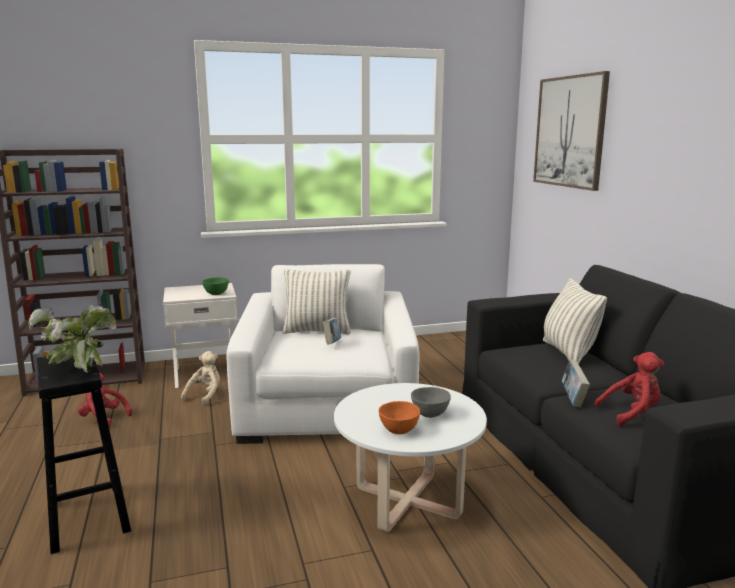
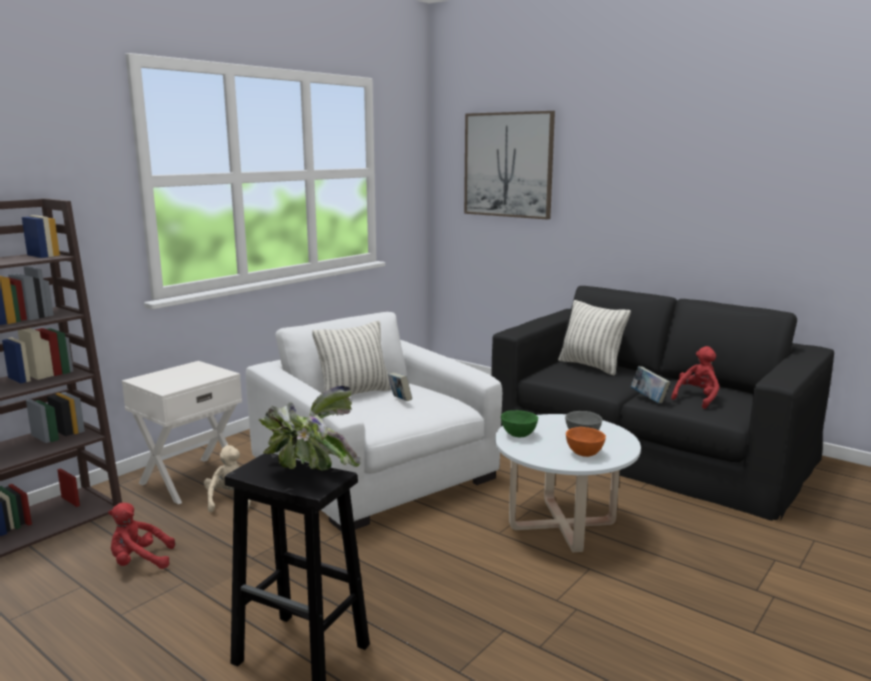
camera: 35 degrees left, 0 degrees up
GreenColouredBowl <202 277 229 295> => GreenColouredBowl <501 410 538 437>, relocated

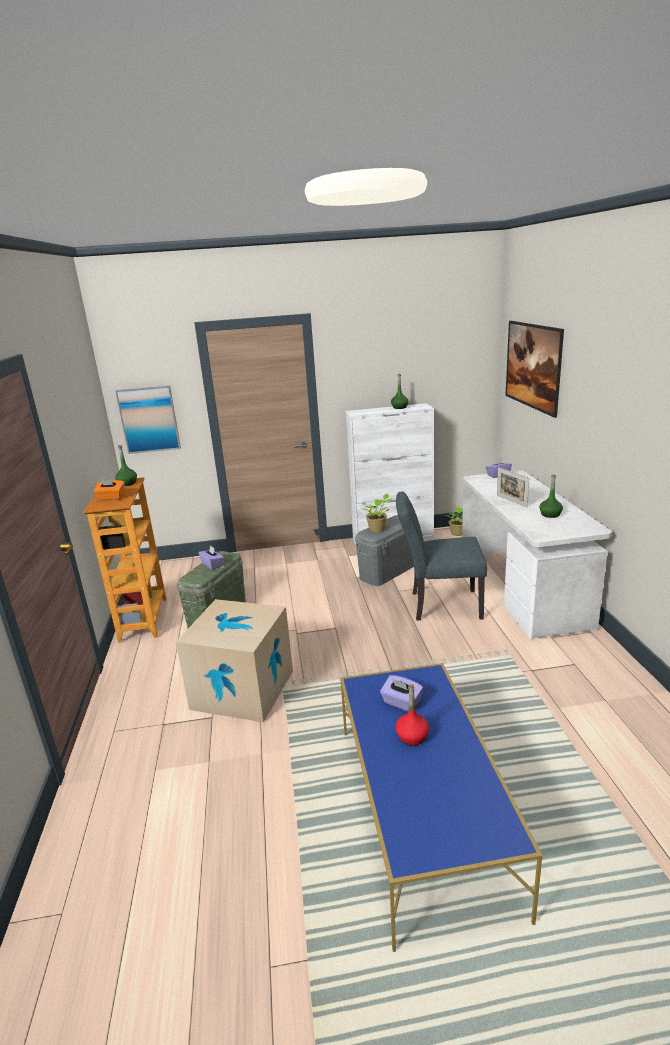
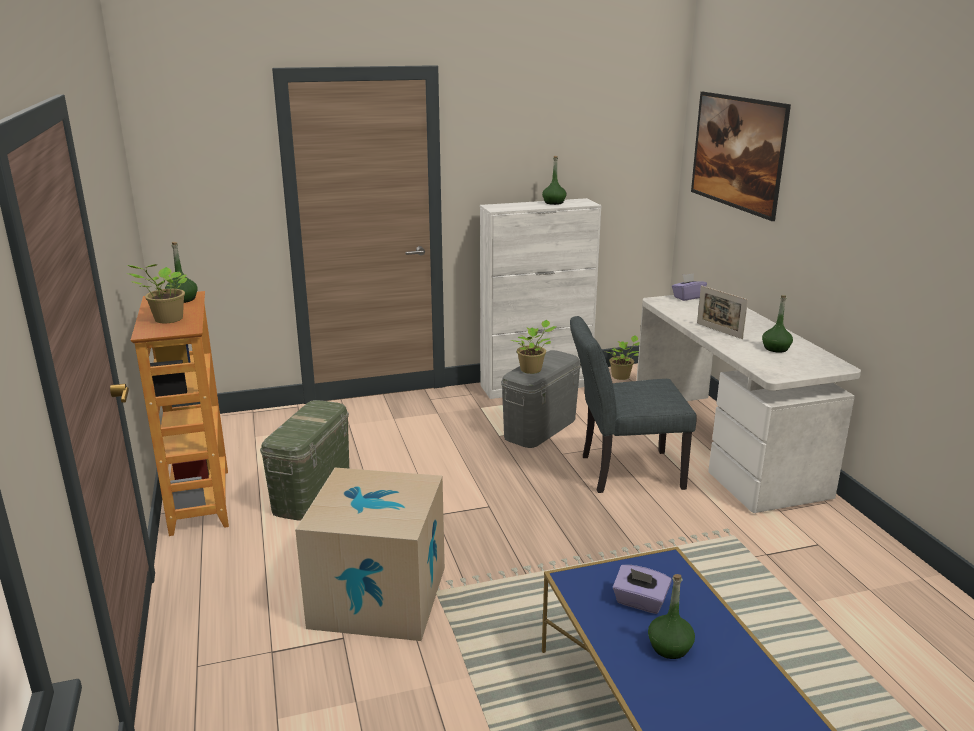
camera: 10 degrees left, 0 degrees up
Picture <115 385 181 454> => nothing
PurplishBoxOfTissues <199 545 224 570> => nothing
OrangeBoxOfTissues <93 479 125 500> => PottedPlant <126 264 187 323>
RedBeverageBottle <395 684 429 746> => GreenColouredBeverageBottle <648 574 695 659>

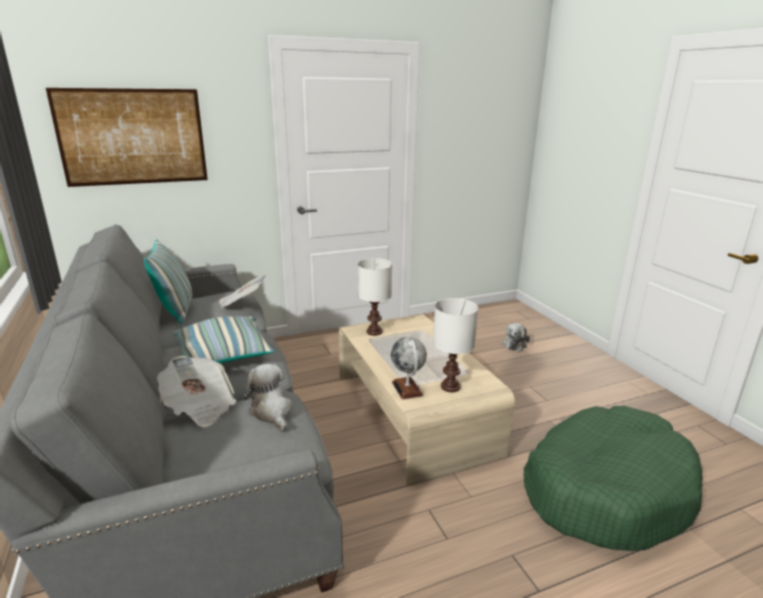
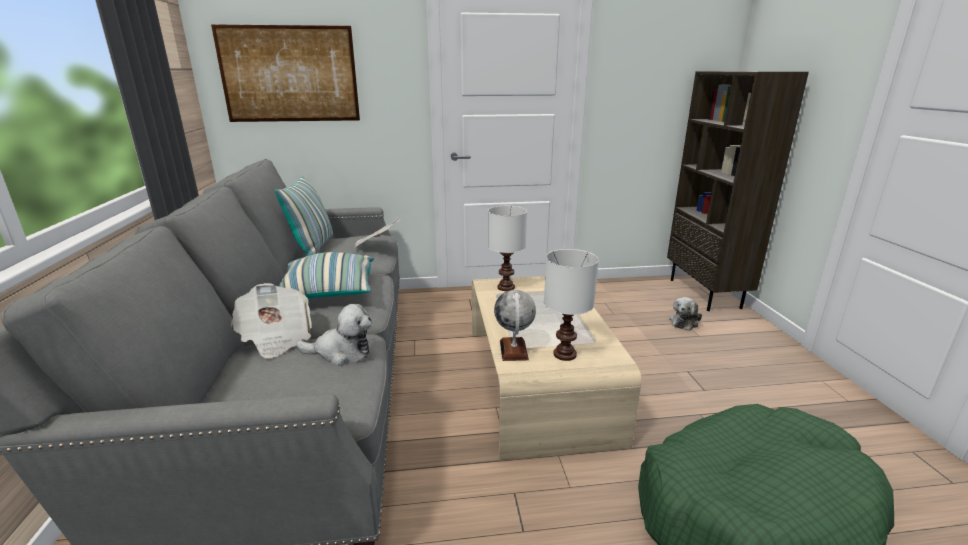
camera: 15 degrees right, 0 degrees up
nothing => BrownColouredBookcase <667 71 809 311>
PlushToy <243 364 292 431> => PlushToy <296 304 372 366>, 105 degrees clockwise

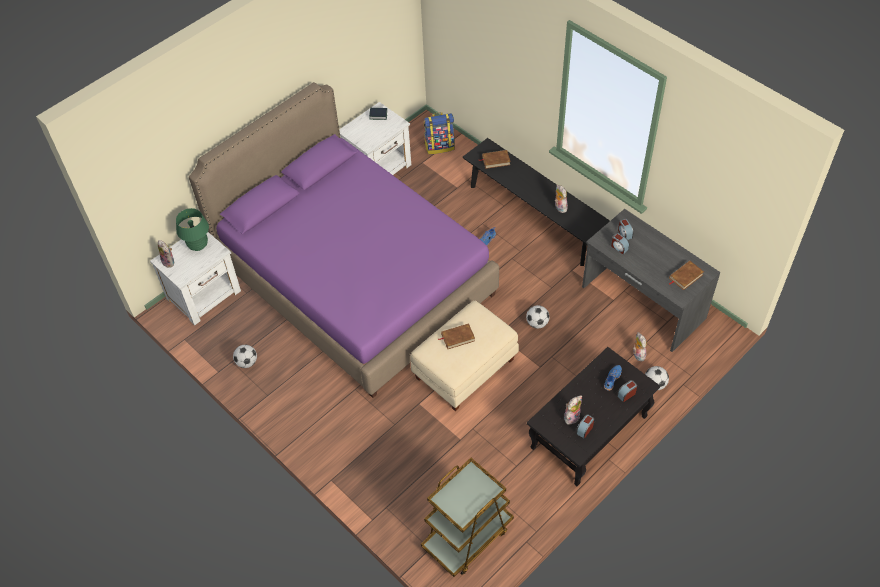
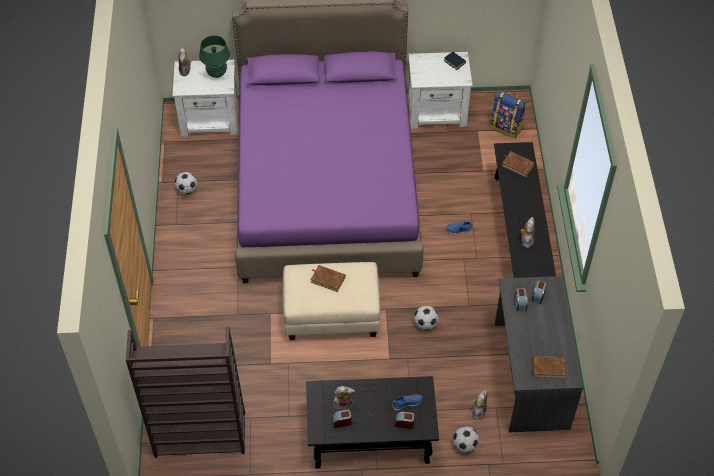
camera: 40 degrees right, 0 degrees up
BrownColouredCart <421 458 514 577> => BrownColouredBookcase <126 326 245 458>

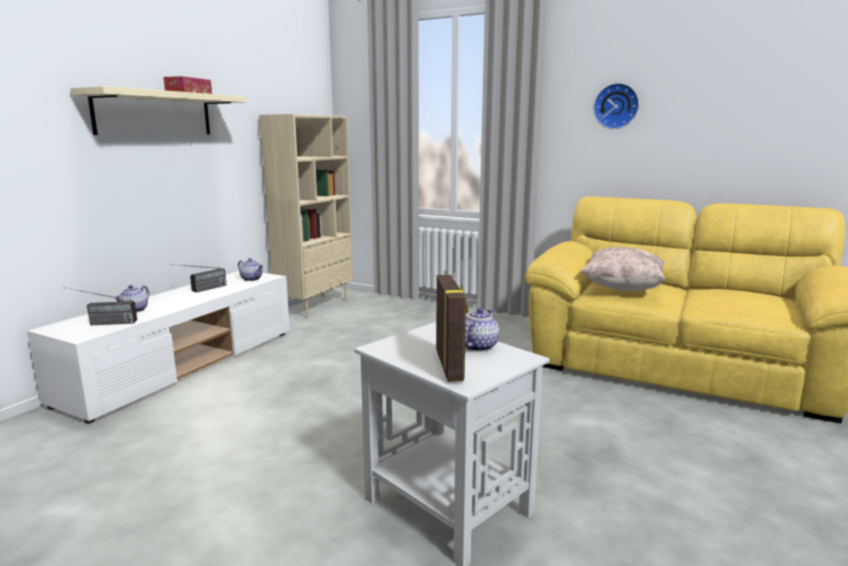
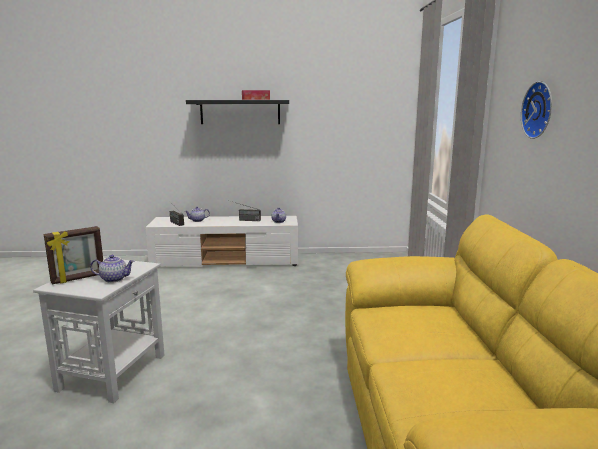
camera: 60 degrees right, 0 degrees up
BeigeColouredBookcase <259 114 353 318> => nothing
BeigeColouredThrowPillow <581 247 665 291> => nothing
BeigeColouredShelf <70 86 247 135> => BlackColouredShelf <186 100 289 124>

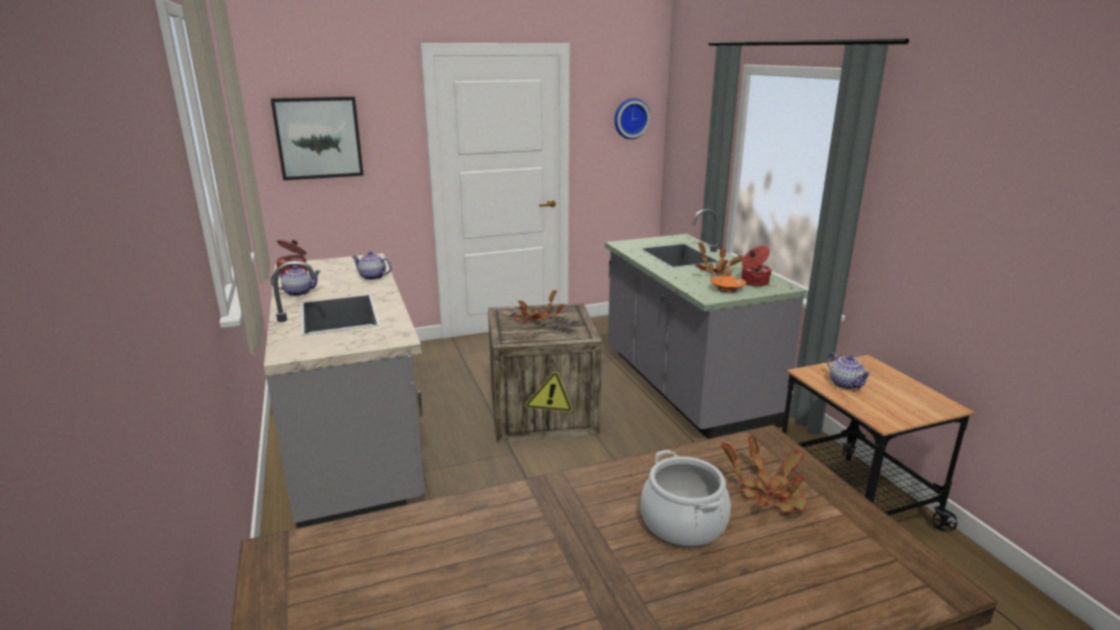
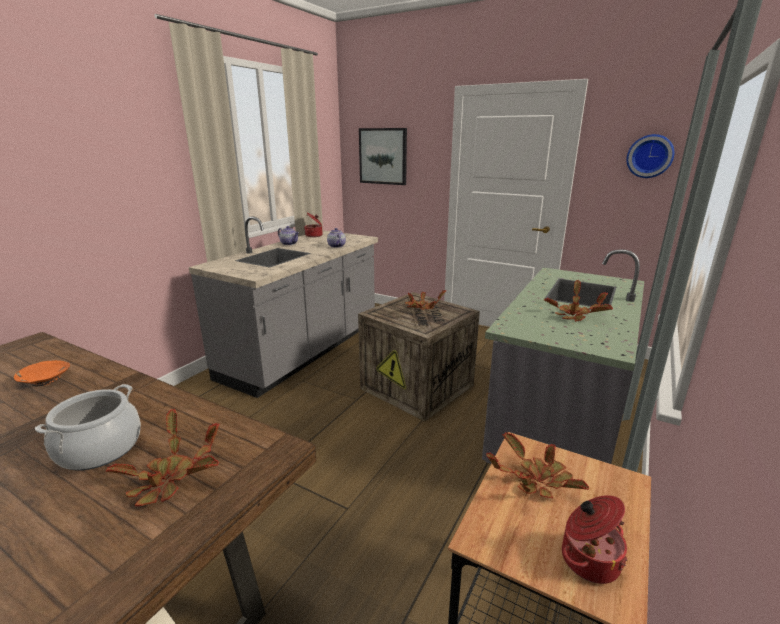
camera: 50 degrees right, 0 degrees up
OrangeBowl <710 276 746 293> => OrangeBowl <14 360 70 386>, relocated
Saucepot <741 246 772 287> => Saucepot <562 495 627 584>, relocated
TeaPot <827 353 872 389> => PottedPlant <486 432 589 498>

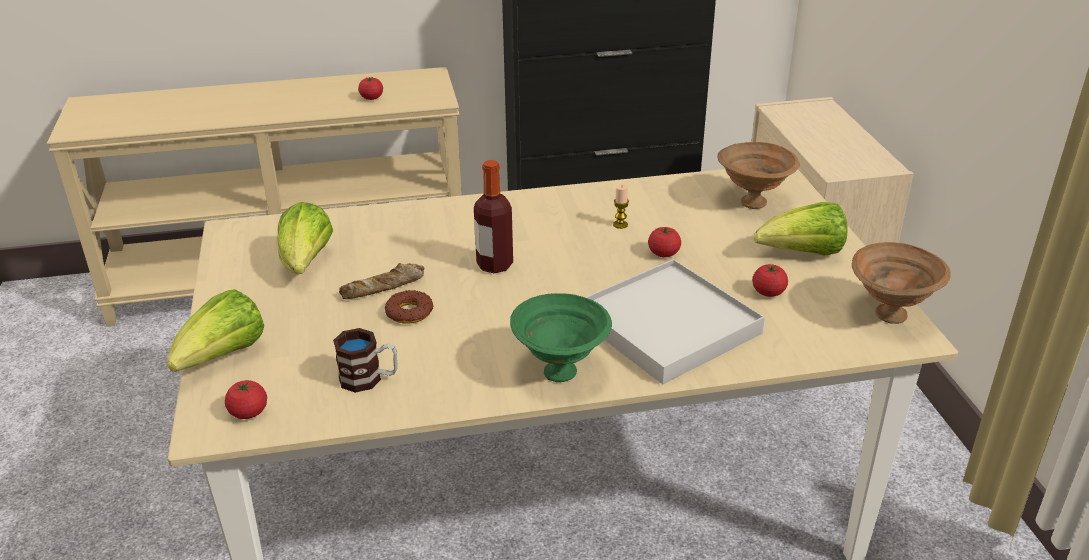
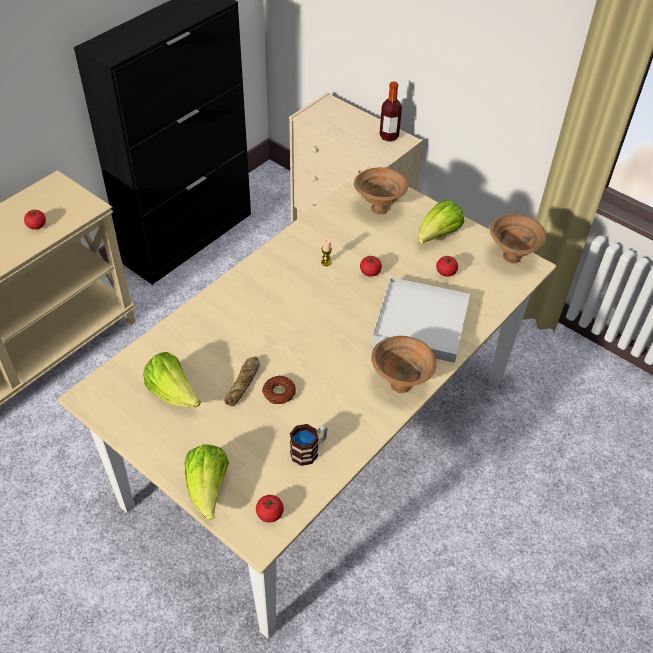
camera: 40 degrees left, 15 degrees up
BeverageBottle <474 160 513 273> => BeverageBottle <380 81 402 142>, relocated
GreenColouredBowl <510 293 612 382> => BrownColouredBowl <371 336 436 393>

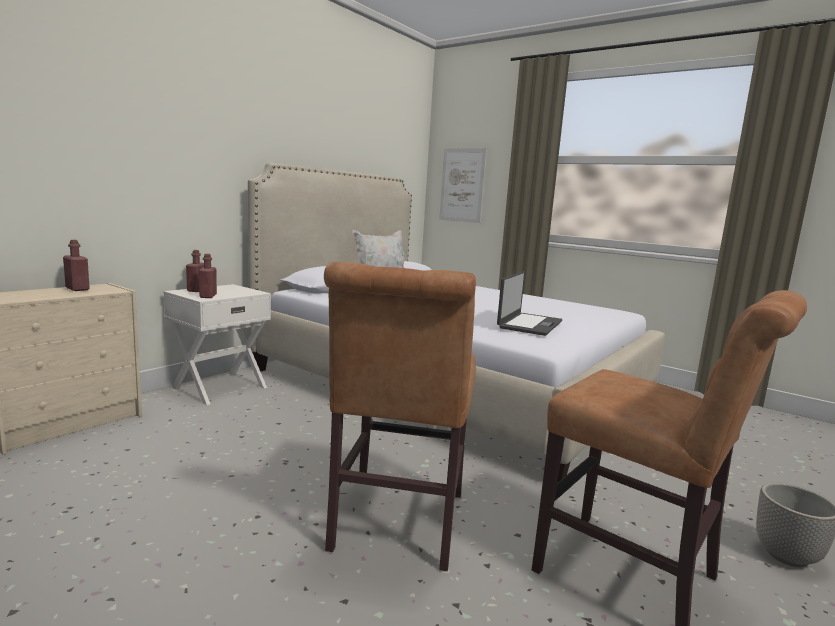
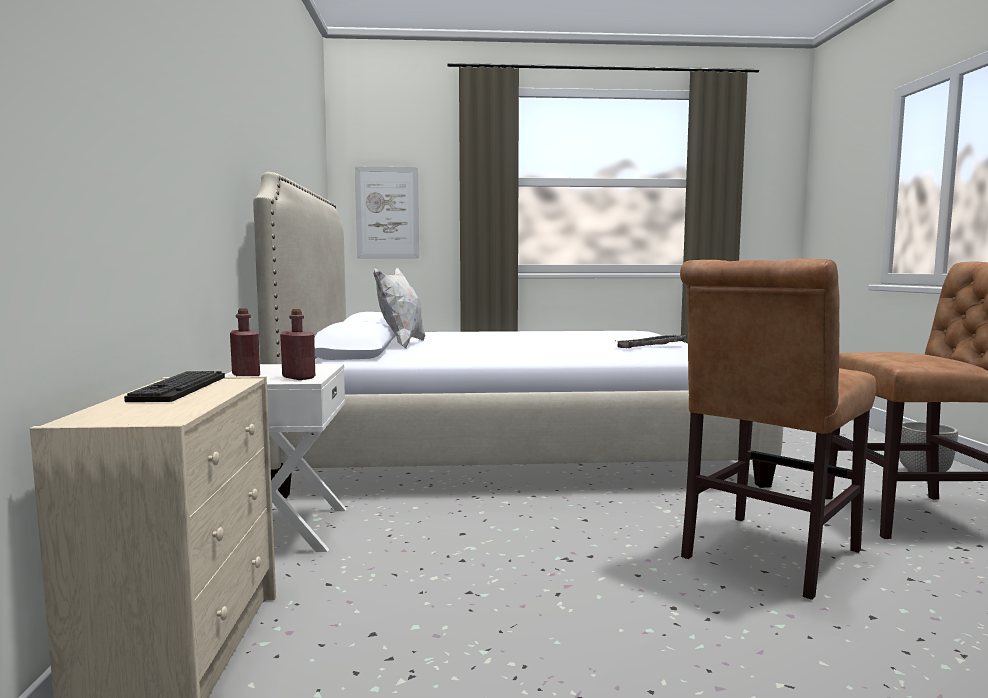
camera: 40 degrees left, 5 degrees down
RedBeverageBottle <63 240 90 291> => PcKeyboard <124 371 225 402>
PortableComputer <497 271 563 336> => CarryingTray <617 335 687 348>
BrownColouredChair <324 262 476 571> => BrownColouredChair <680 259 876 600>, 75 degrees clockwise

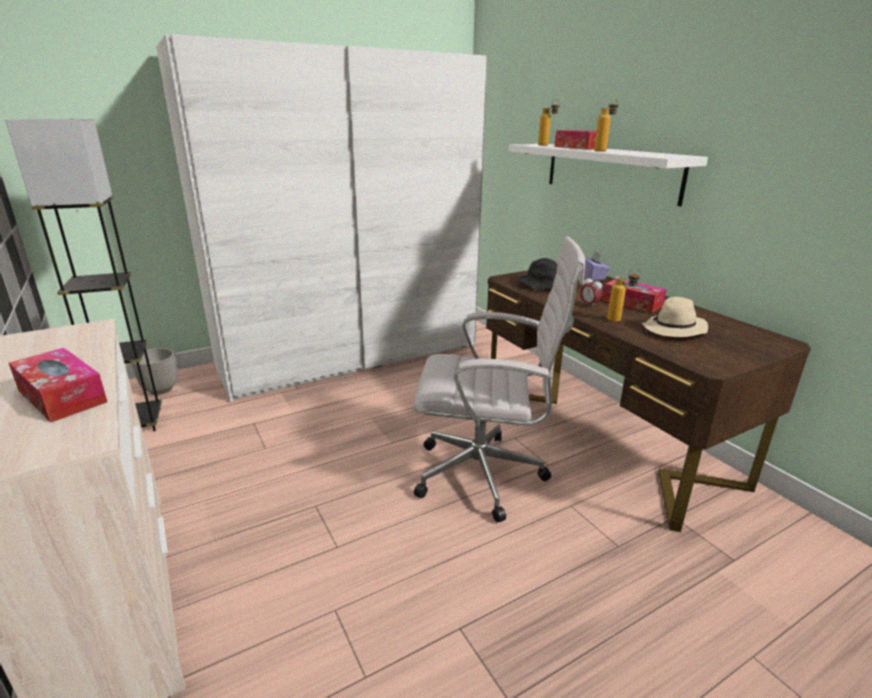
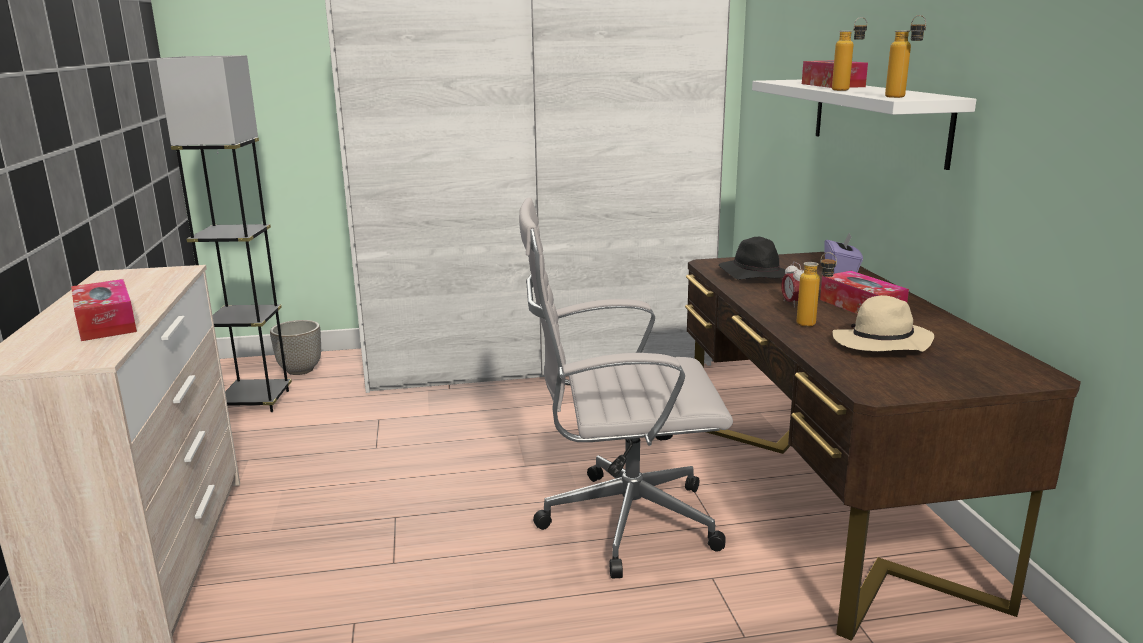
camera: 20 degrees right, 5 degrees down
BeverageBottle <538 99 560 146> => BeverageBottle <885 15 926 98>, relocated
WhiteComputerChair <413 236 585 522> => WhiteComputerChair <519 198 733 579>, 150 degrees clockwise

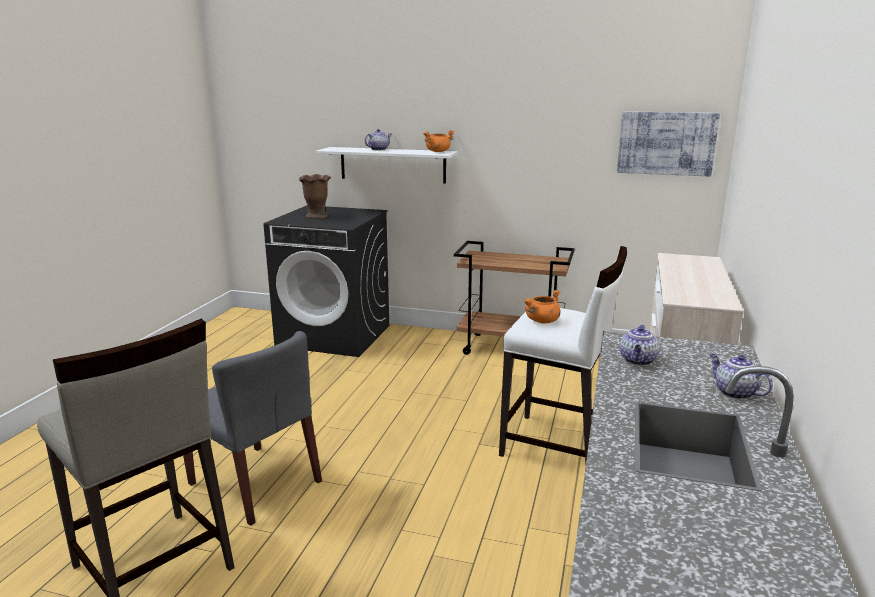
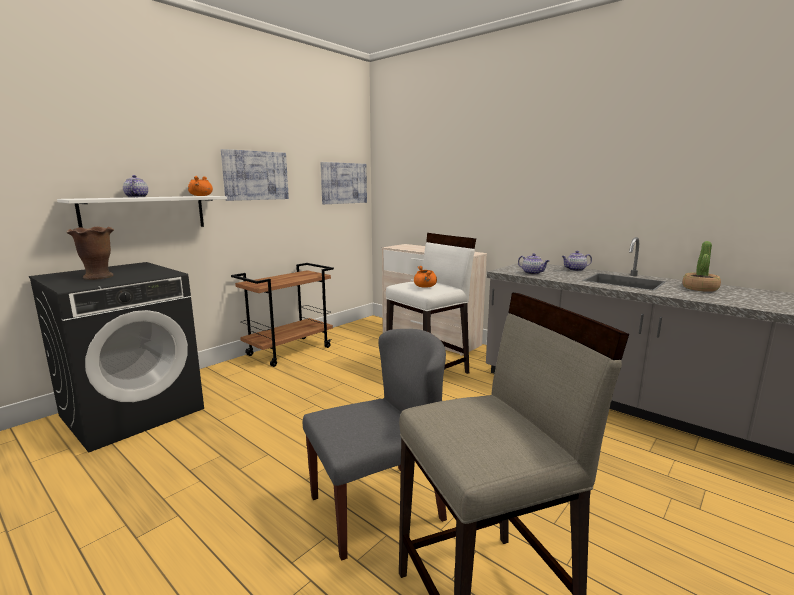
camera: 65 degrees left, 5 degrees down
nothing => Picture <221 149 289 201>
nothing => PottedPlant <682 241 721 292>

